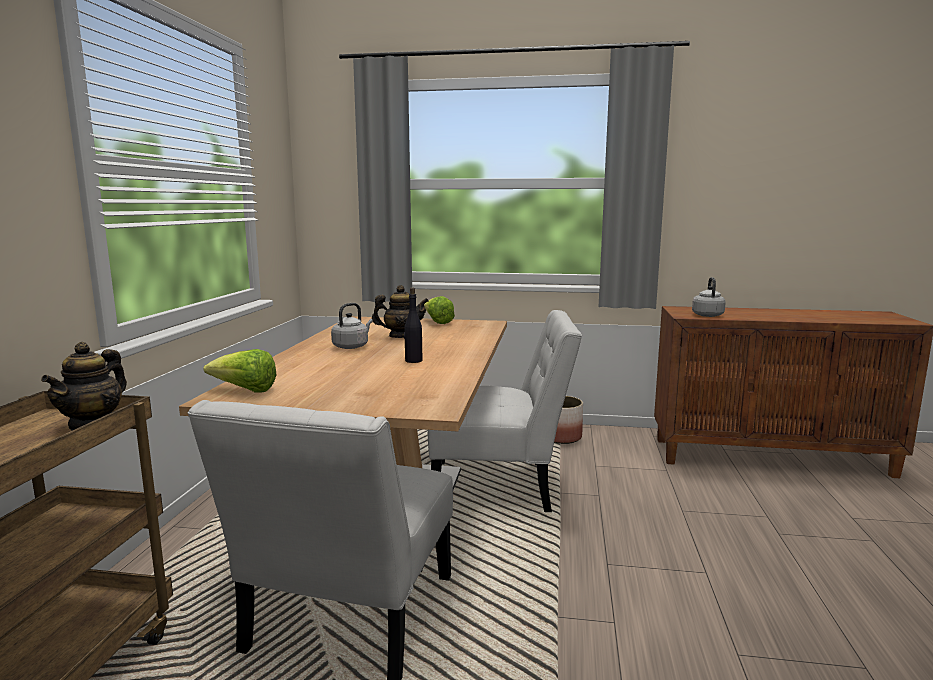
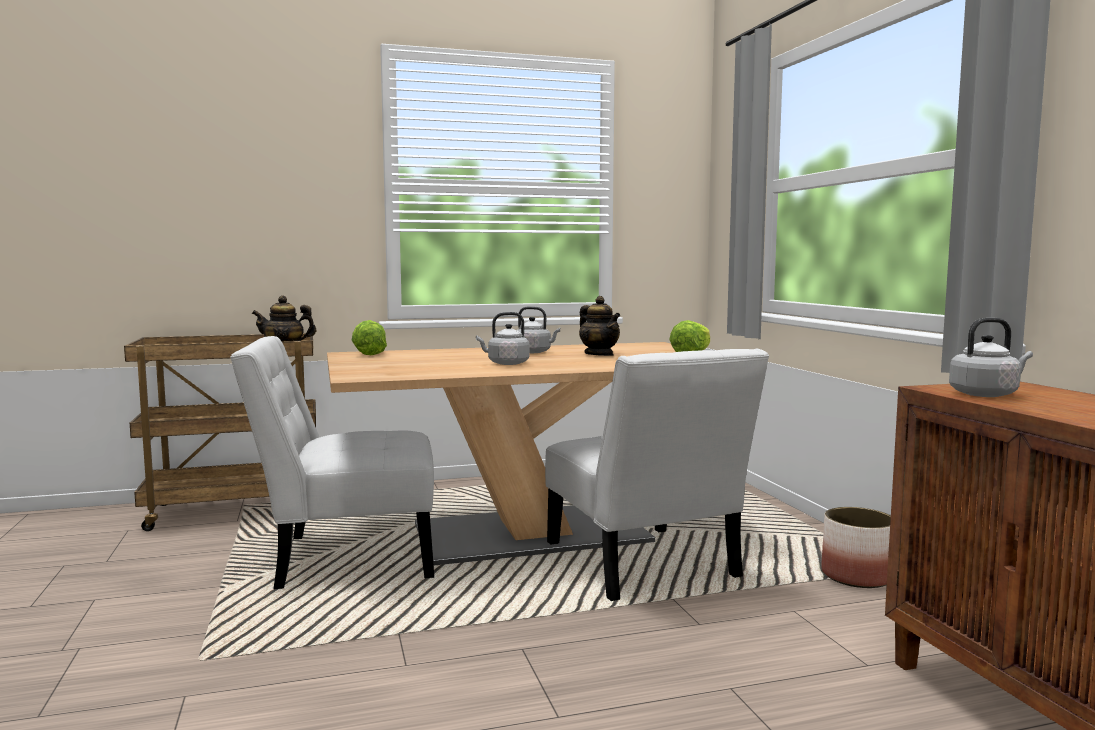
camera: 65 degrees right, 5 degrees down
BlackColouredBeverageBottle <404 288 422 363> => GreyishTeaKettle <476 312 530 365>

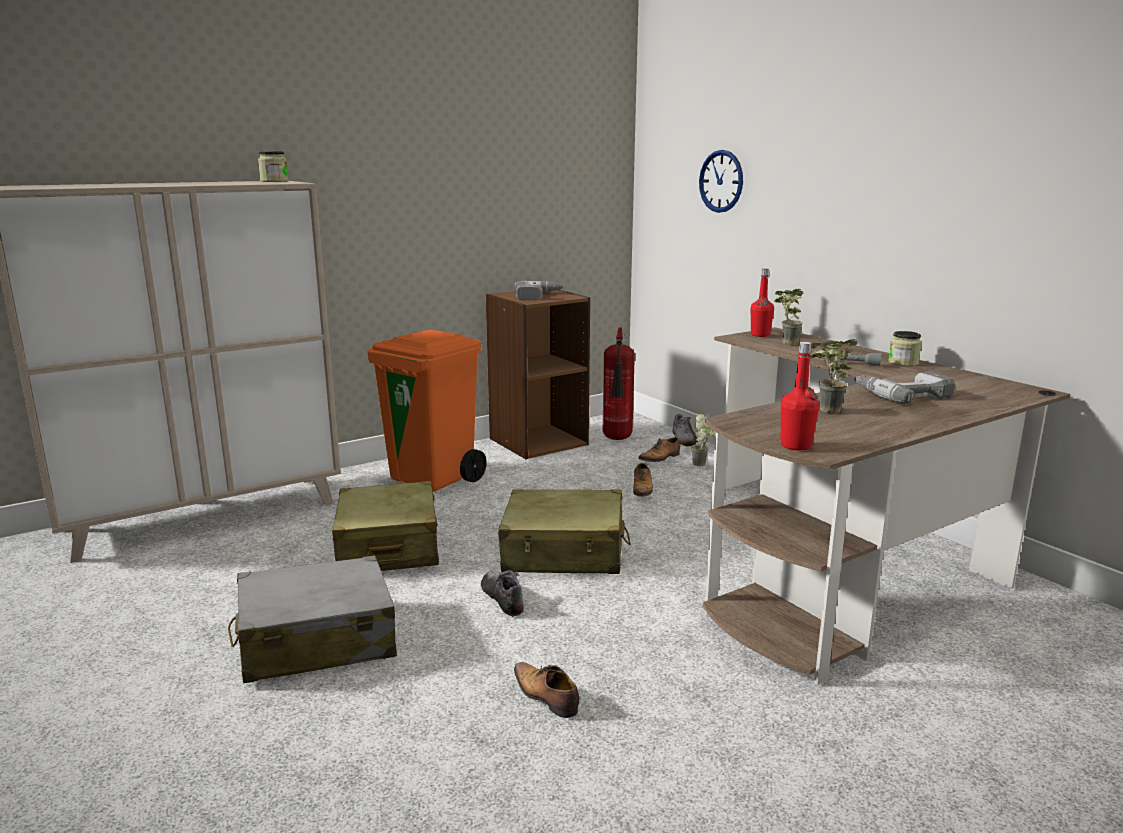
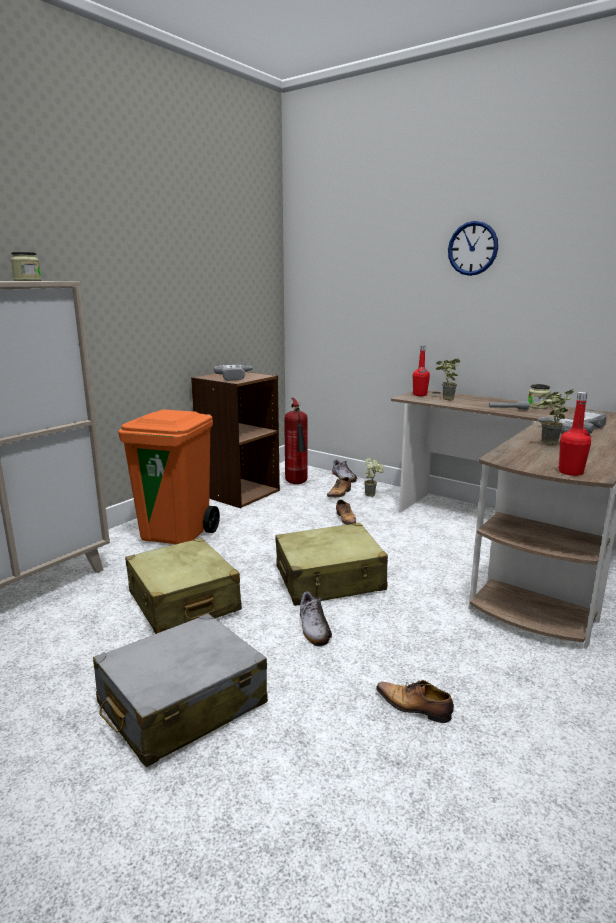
camera: 20 degrees left, 0 degrees up
WallClock <699 150 743 213> => WallClock <448 221 498 276>, relocated
ItemOfFootwear <481 570 524 617> => ItemOfFootwear <300 591 332 647>, 150 degrees counterclockwise

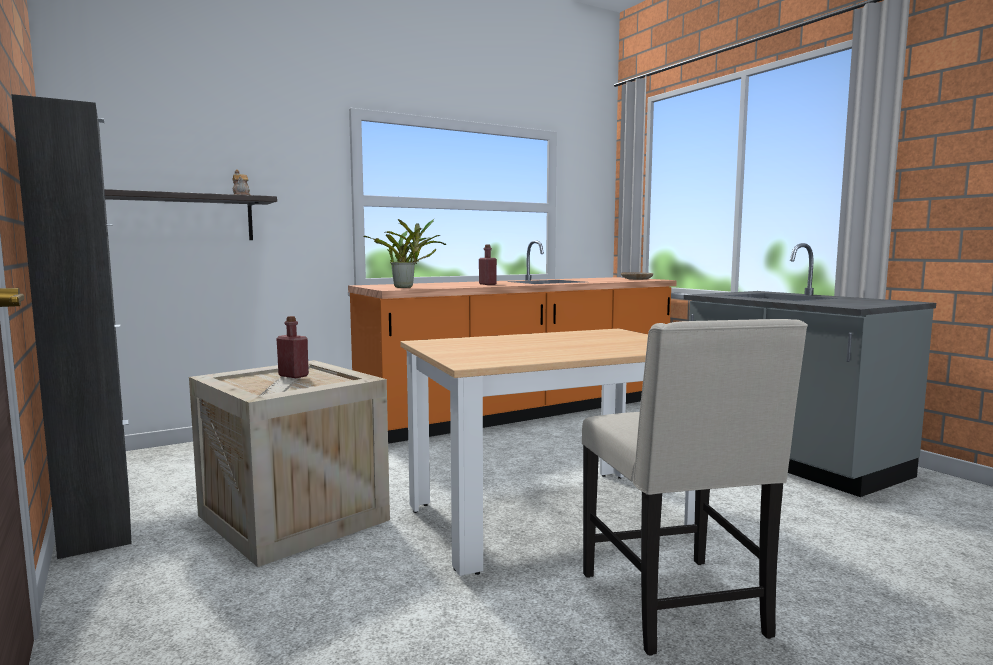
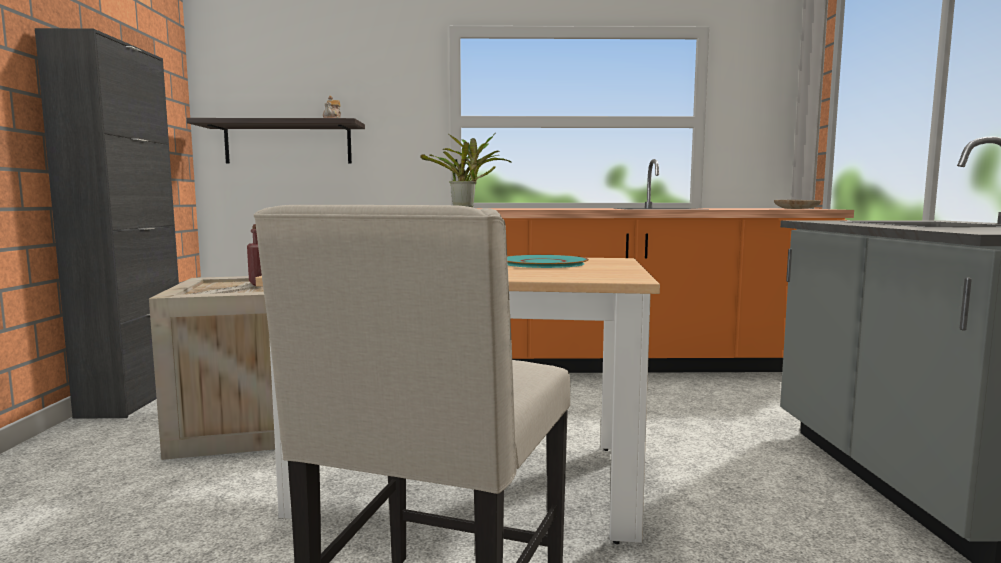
camera: 30 degrees right, 0 degrees up
RedBeverageBottle <479 244 497 285> => nothing
nothing => BlueGreenFlatDish <507 255 589 268>

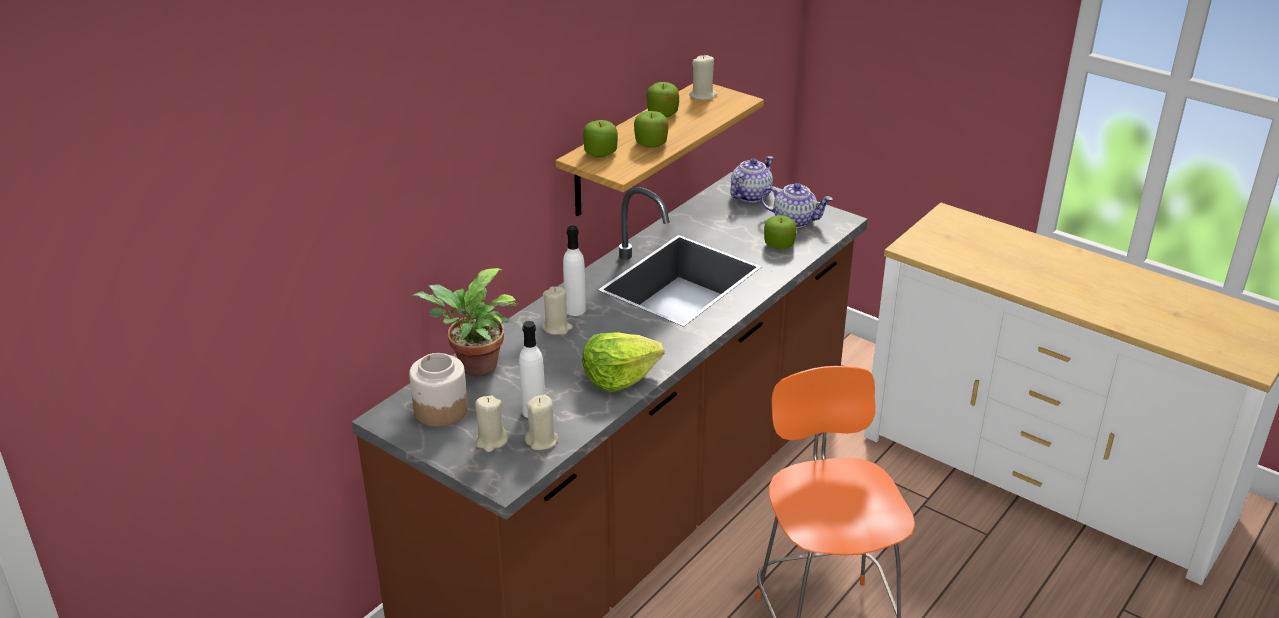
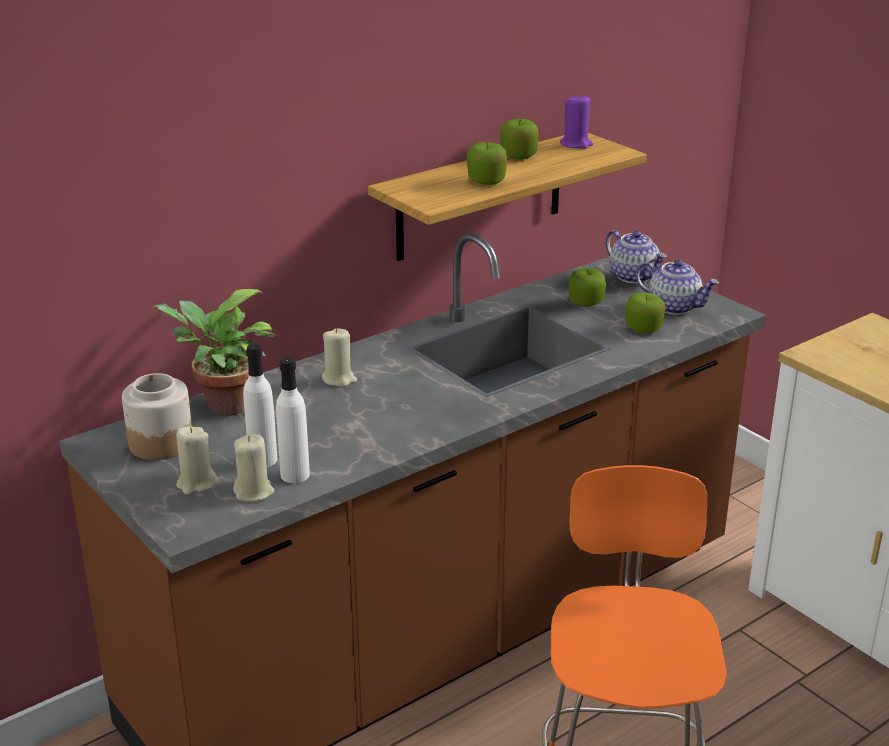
camera: 15 degrees right, 5 degrees down
Lettuce <582 332 664 392> => nothing
WhiteBeverageBottle <563 225 586 316> => WhiteBeverageBottle <276 357 310 483>, relocated
WholeApple <583 120 618 157> => WholeApple <569 268 606 307>, relocated
BeigeColouredCandle <689 55 717 100> => PurplishCandle <560 94 593 149>
TeaPot <730 156 774 202> => TeaPot <605 230 667 283>, 90 degrees clockwise

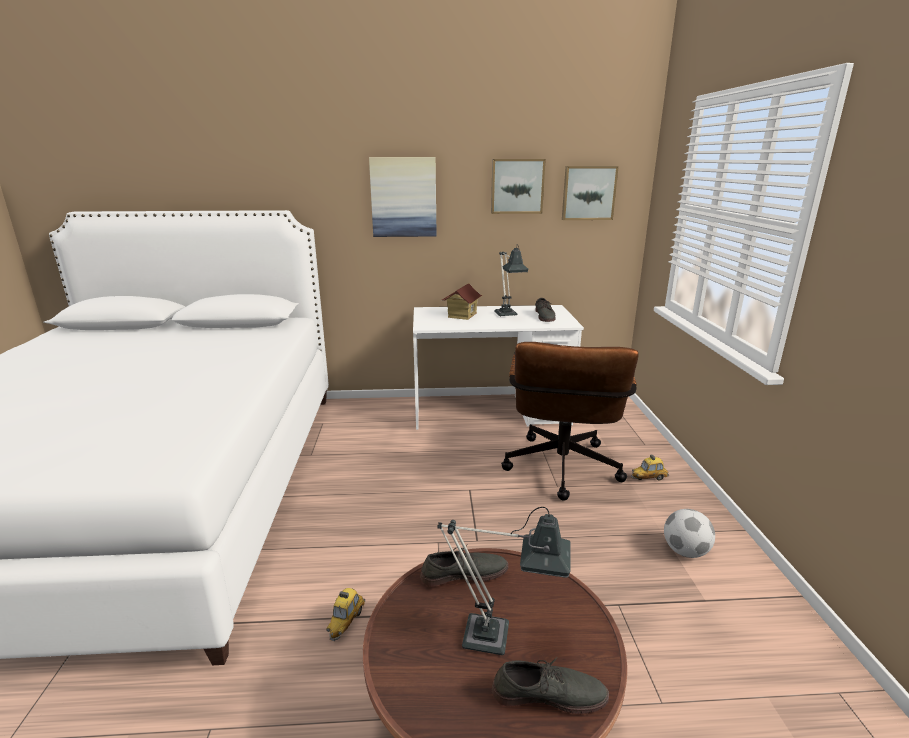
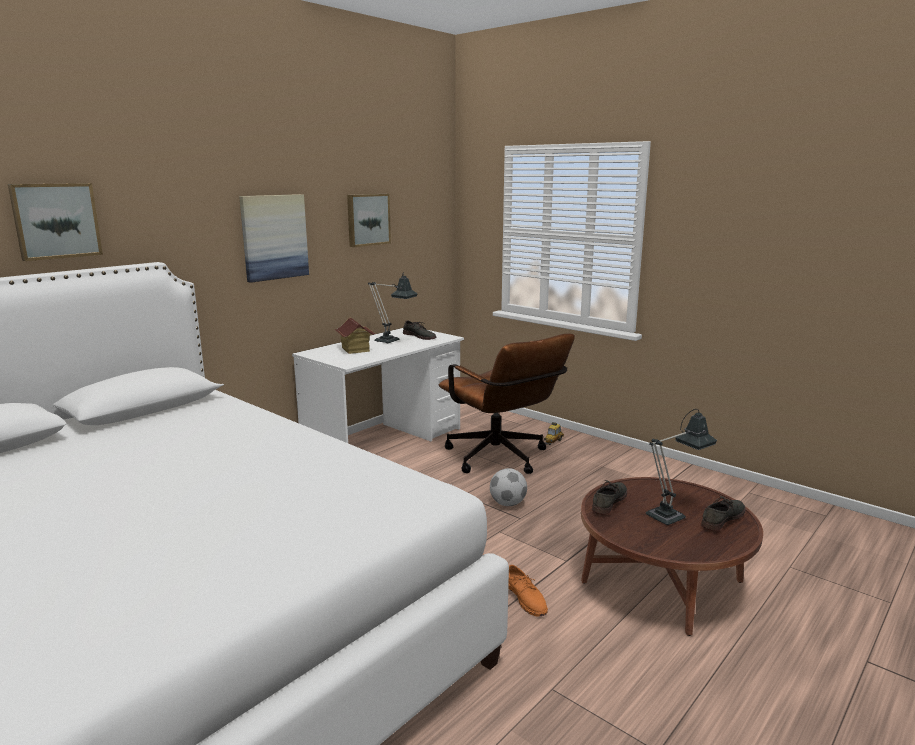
camera: 45 degrees left, 5 degrees down
Picture <562 166 619 220> => Picture <8 183 103 261>, relocated
BallForFootball <664 509 715 558> => BallForFootball <490 468 527 506>, relocated
ToyCar <327 588 365 641> => OrangeItemOfFootwear <508 565 548 617>

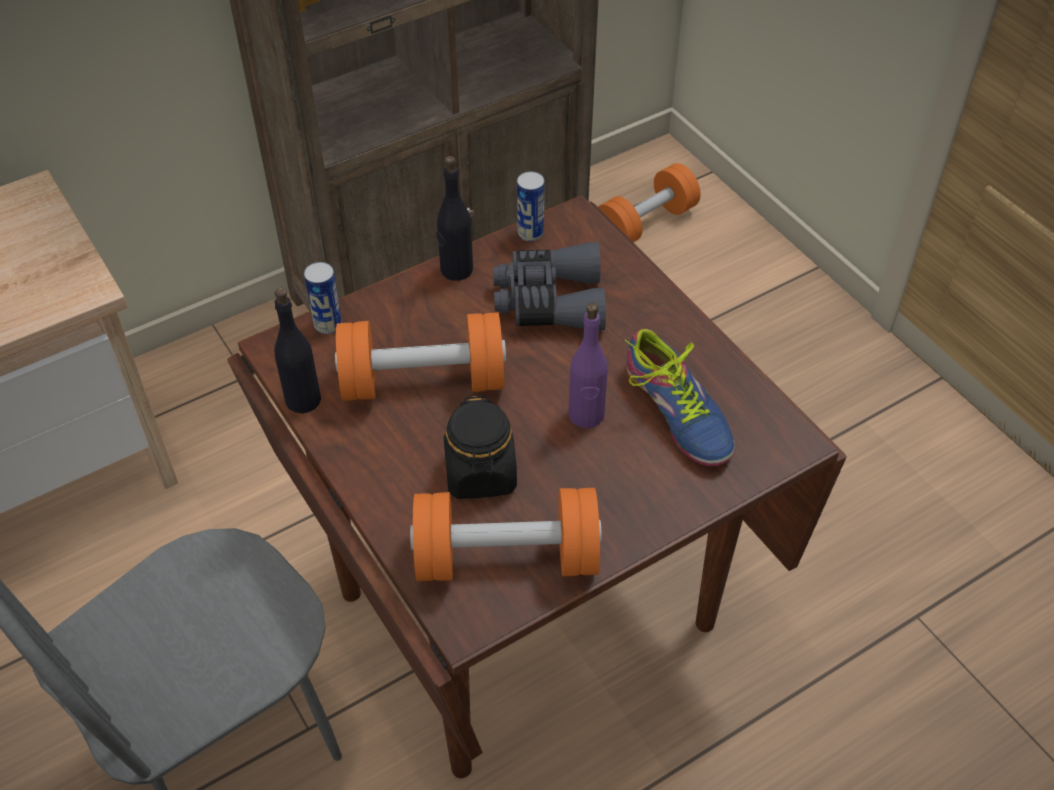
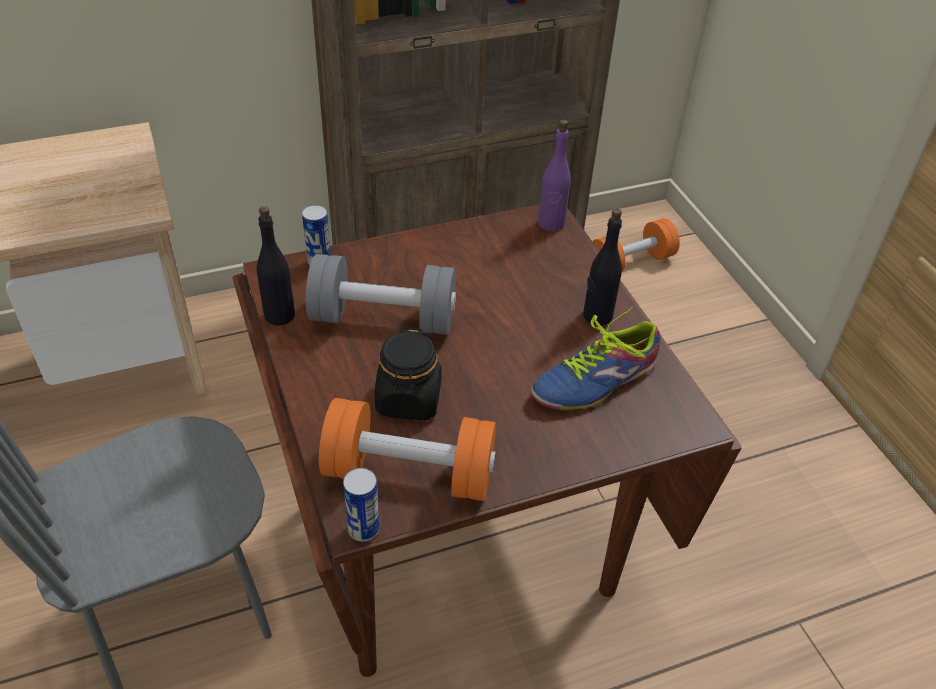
camera: 10 degrees right, 5 degrees down
GreyishBinoculars <493 242 606 330> => nothing
BlackColouredBeverageBottle <436 156 473 281> => BlackColouredBeverageBottle <583 209 622 325>, relocated
SealedCan <517 171 544 241> => SealedCan <343 468 379 542>, relocated
PurplishBeverageBottle <568 303 608 428> => PurplishBeverageBottle <538 119 571 231>, relocated
OrangeHandWeight <335 312 506 401> => GreyishHandWeight <306 254 456 335>
ItemOfFootwear <625 329 735 466> => ItemOfFootwear <531 307 660 410>, 75 degrees clockwise

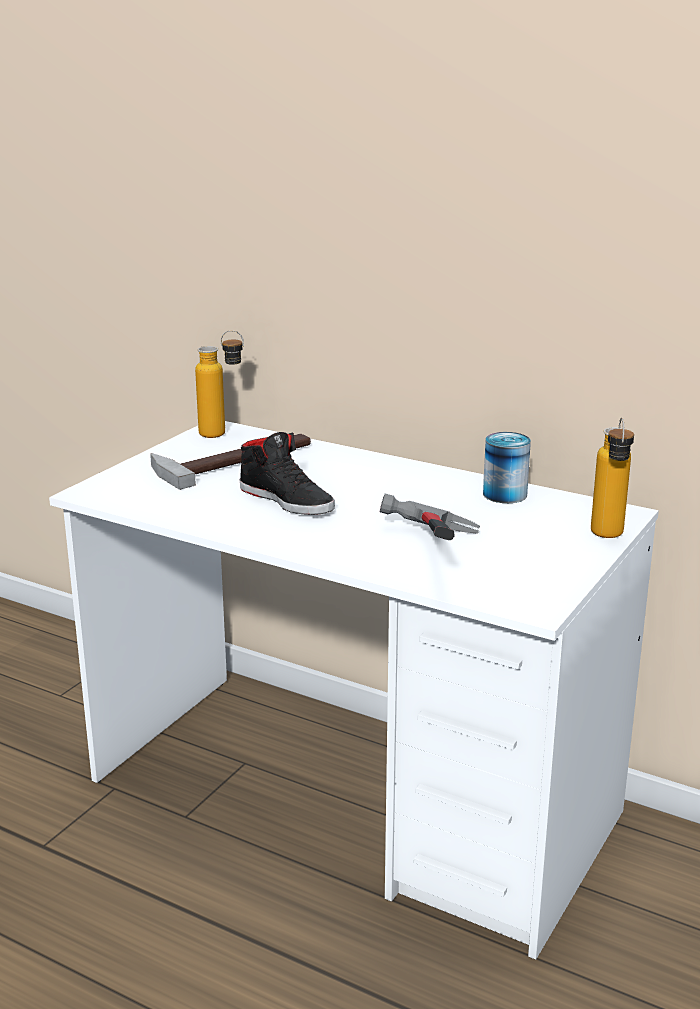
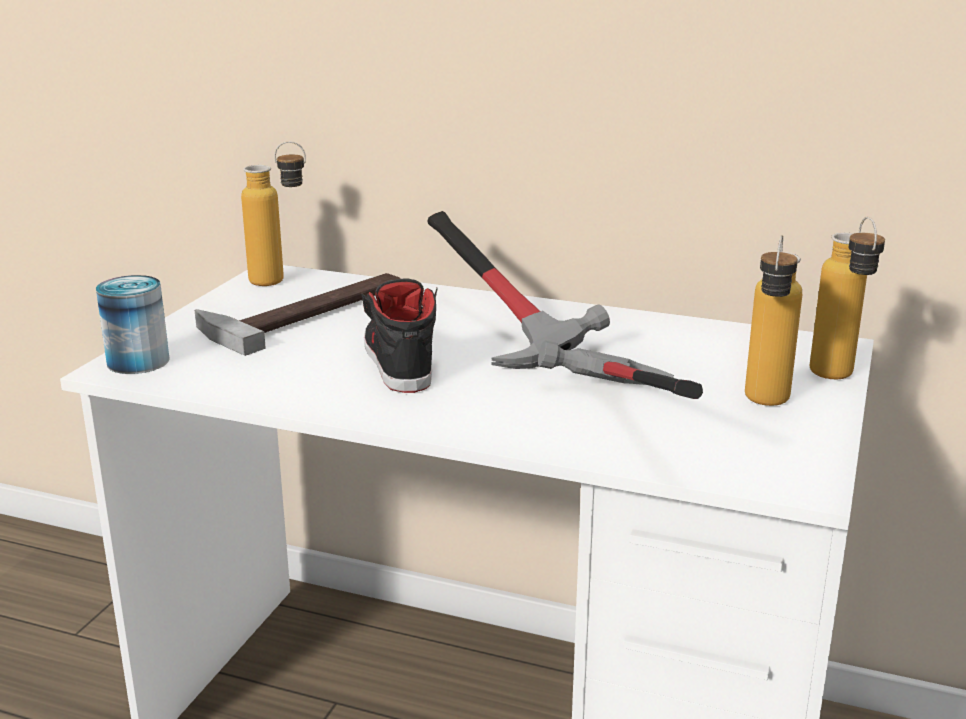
camera: 10 degrees left, 0 degrees up
nothing => HandHammer <427 211 610 369>
nothing => BeverageBottle <745 235 802 406>
SealedCan <483 432 531 503> => SealedCan <96 275 170 374>, relocated
BlackColouredItemOfFootwear <239 432 335 515> => BlackColouredItemOfFootwear <361 278 438 393>, 135 degrees counterclockwise

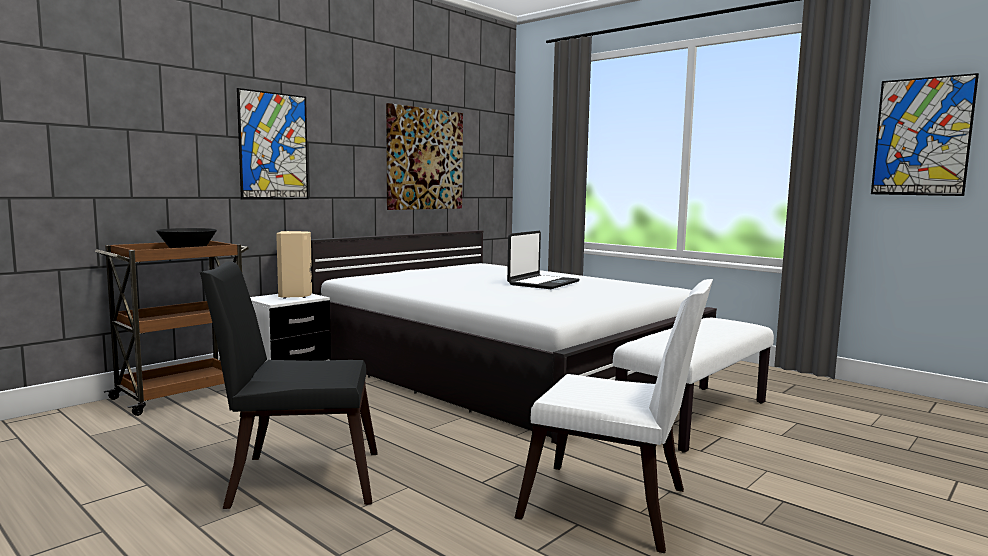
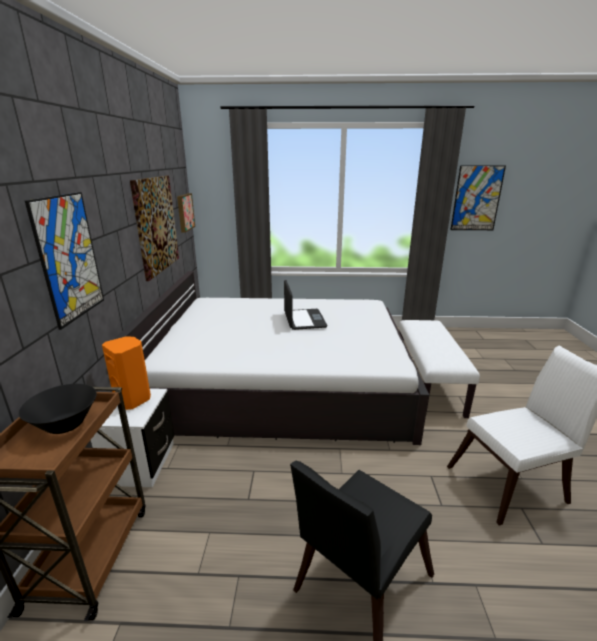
camera: 40 degrees left, 15 degrees up
nothing => Picture <177 193 195 233>
BeigeColouredSpeaker <276 231 312 299> => OrangeSpeaker <102 336 151 410>

